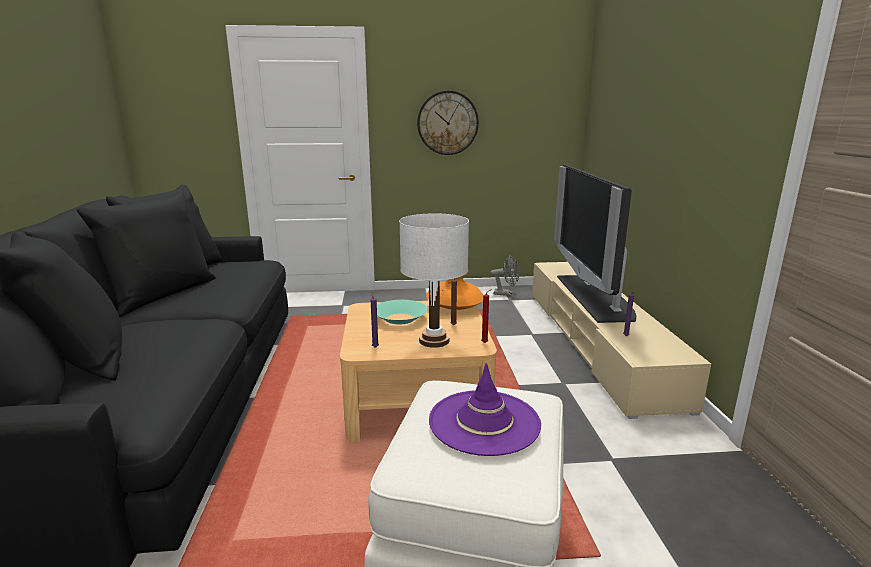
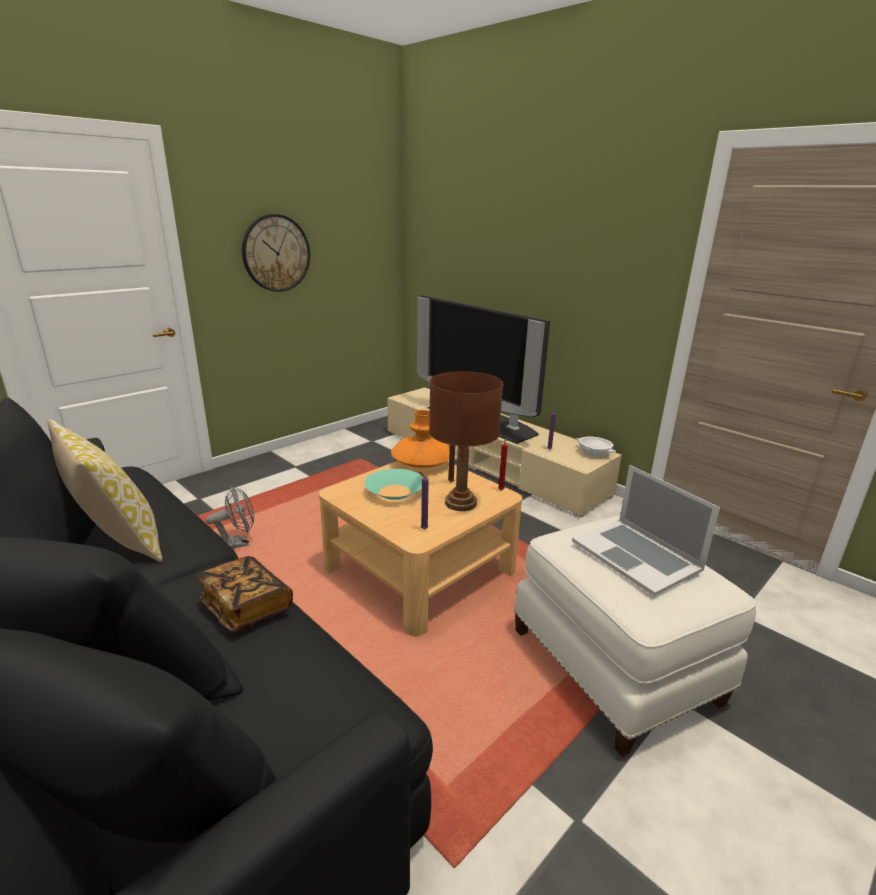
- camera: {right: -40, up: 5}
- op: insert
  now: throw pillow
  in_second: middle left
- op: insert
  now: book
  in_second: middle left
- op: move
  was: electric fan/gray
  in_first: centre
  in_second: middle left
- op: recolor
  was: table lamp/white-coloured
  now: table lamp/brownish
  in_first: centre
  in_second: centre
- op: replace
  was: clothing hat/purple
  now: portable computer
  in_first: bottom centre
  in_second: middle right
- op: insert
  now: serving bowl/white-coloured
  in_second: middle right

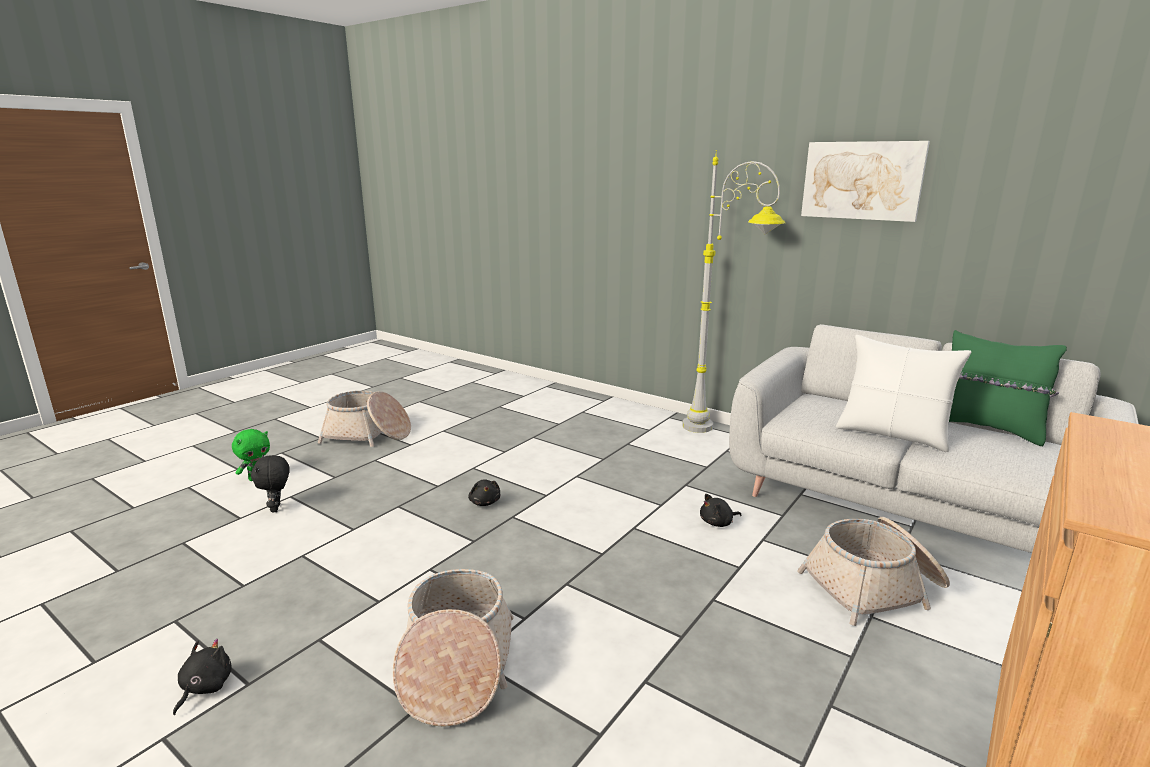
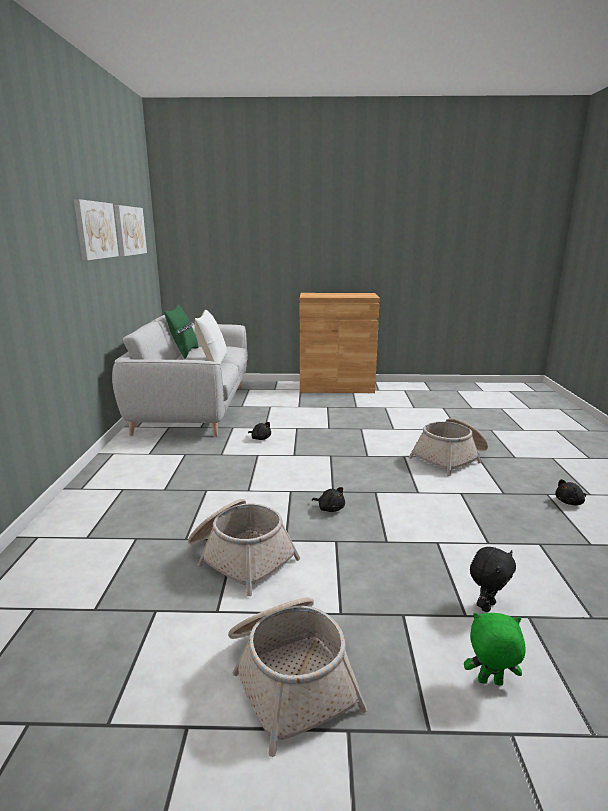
- camera: {right: -125, up: 0}
- op: insert
  now: wall picture (2nd from left)
  in_second: top left
- op: move
  was: storage basket (3rd from left in the first image)
  now: storage basket (1st from left)
  in_first: bottom right
  in_second: bottom centre
- op: rotate
  was: soft toy/blackish (3rd from left in the first image)
  in_first: centre
  in_second: centre
  clockwise: 90
- op: delete
  was: floor lamp/gray
  in_first: centre

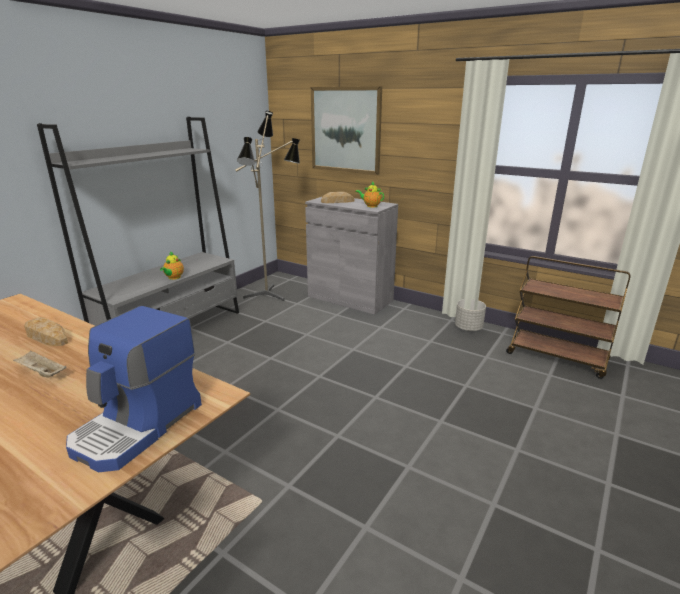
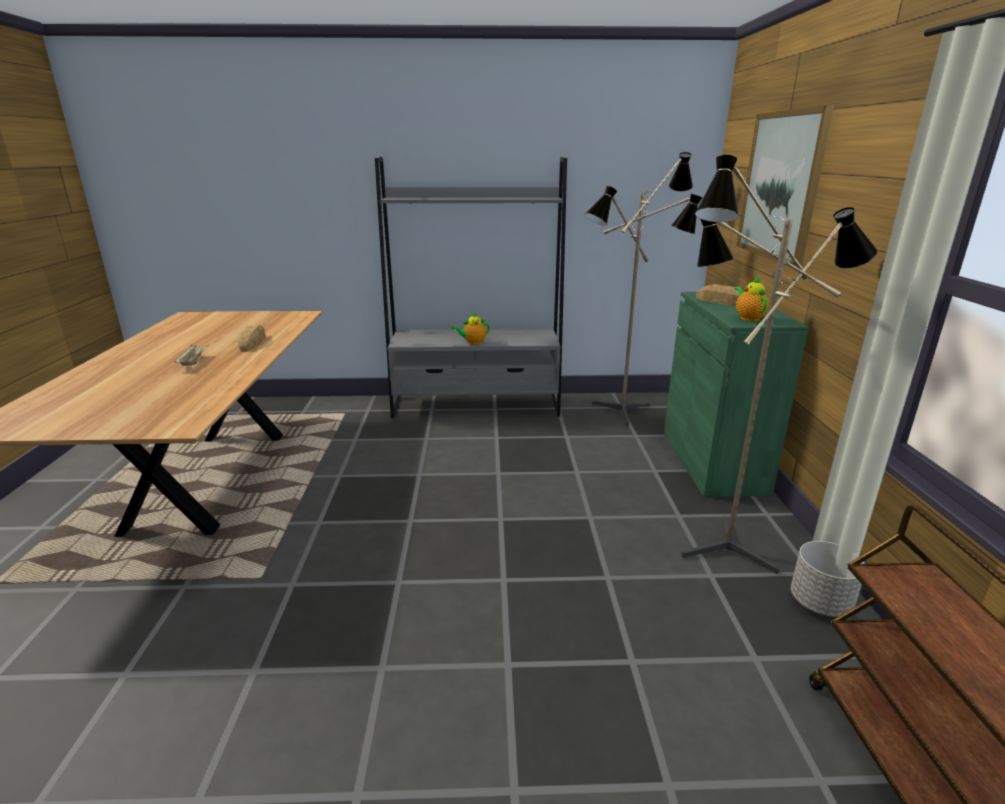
- camera: {right: 55, up: 0}
- op: recolor
  was: cabinet/gray
  now: cabinet/greenish
  in_first: centre
  in_second: middle right
- op: insert
  now: floor lamp (2nd from left)
  in_second: middle right
- op: delete
  was: coffee brewer
  in_first: middle left

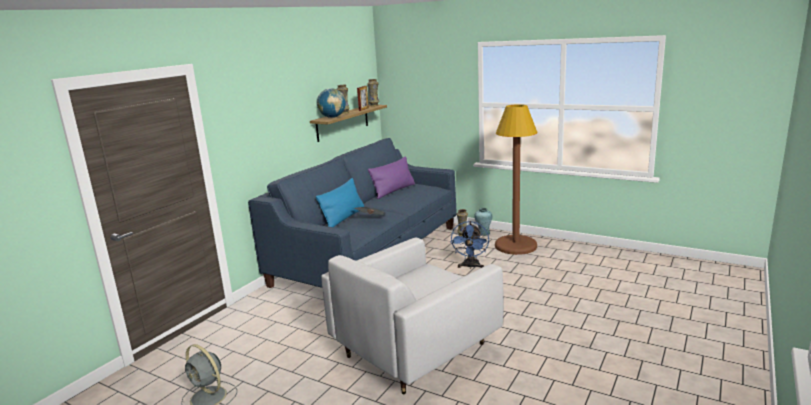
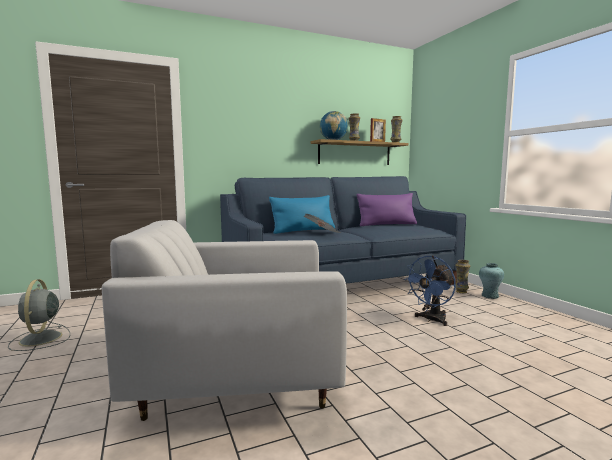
- camera: {right: 35, up: -10}
- op: delete
  was: floor lamp/brownish
  in_first: centre

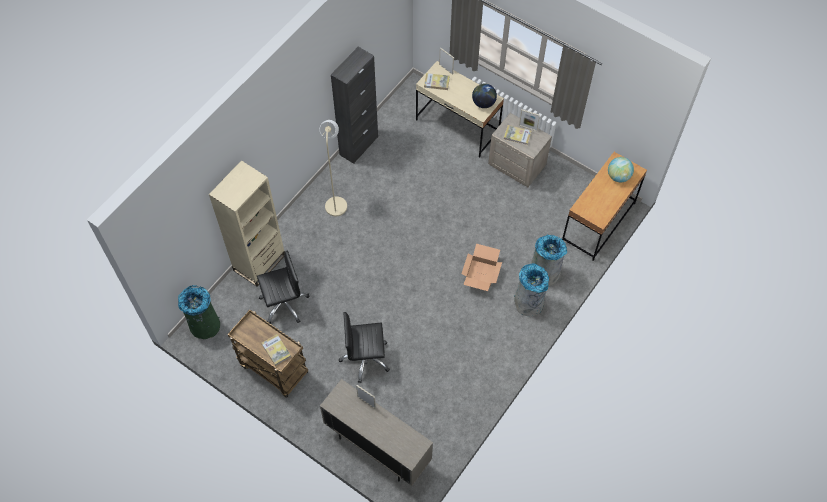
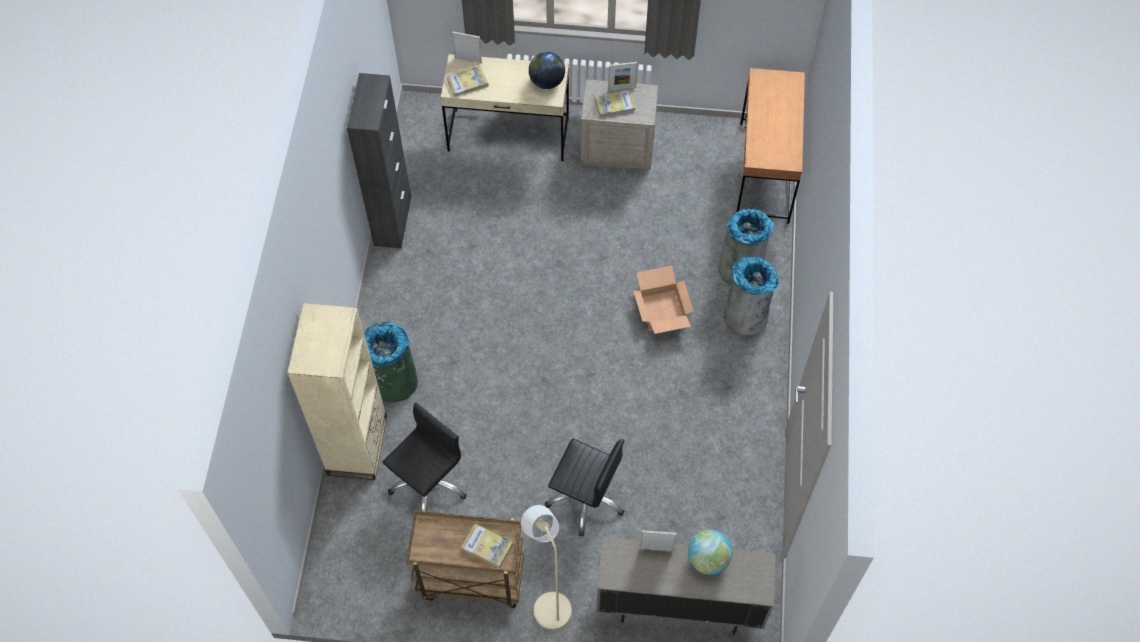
- camera: {right: -30, up: 0}
- op: move
  was: trash can/greenish
  in_first: middle left
  in_second: centre
- op: move
  was: floor lamp/beige-coloured
  in_first: centre
  in_second: bottom centre
- op: rotate
  was: office chair/blackish (2nd from left)
  in_first: bottom centre
  in_second: bottom centre
  clockwise: -120
- op: move
  was: world globe (2nd from left)
  in_first: middle right
  in_second: bottom centre

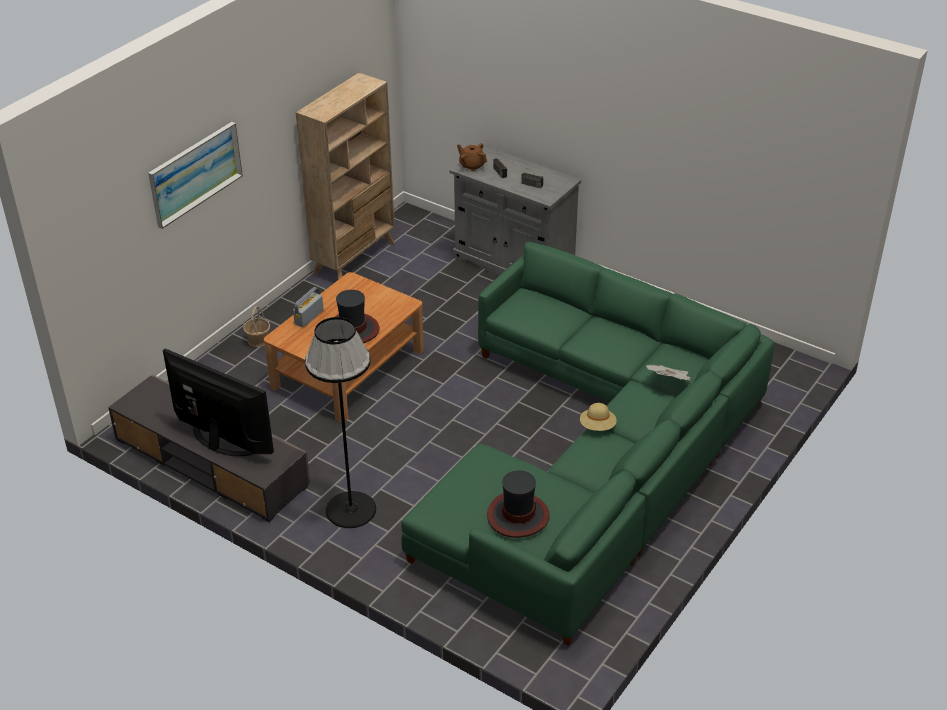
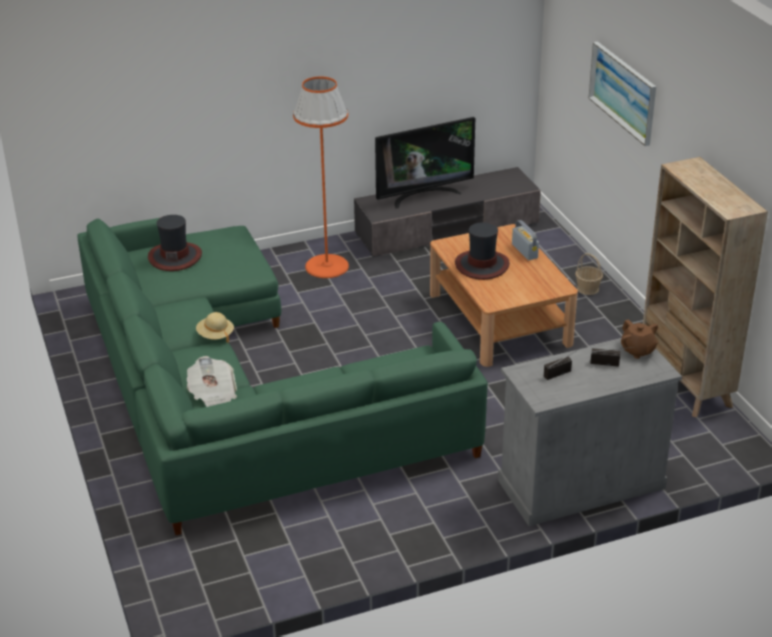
- camera: {right: 125, up: -5}
- op: recolor
  was: floor lamp/blackish
  now: floor lamp/orange
  in_first: centre
  in_second: top centre
- op: rotate
  was: teapot/brownish
  in_first: top centre
  in_second: middle right
  clockwise: 75

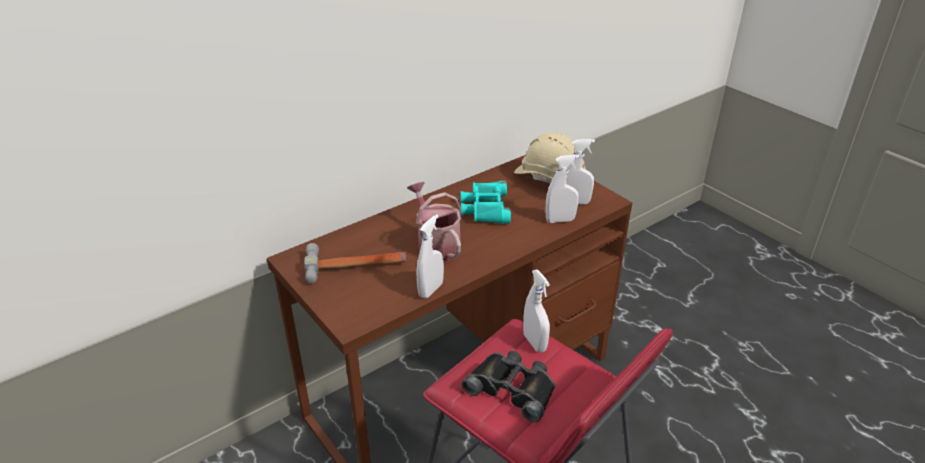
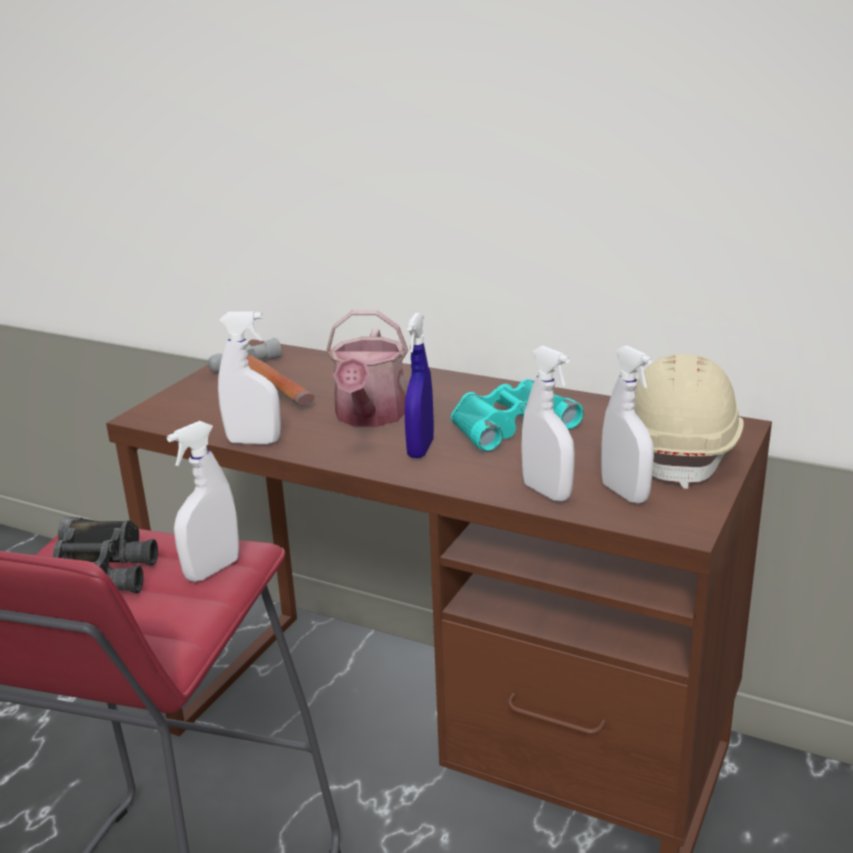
- camera: {right: 65, up: -10}
- op: rotate
  was: watering pot
  in_first: centre
  in_second: centre
  clockwise: 150
- op: insert
  now: hand sprayer/blue
  in_second: centre

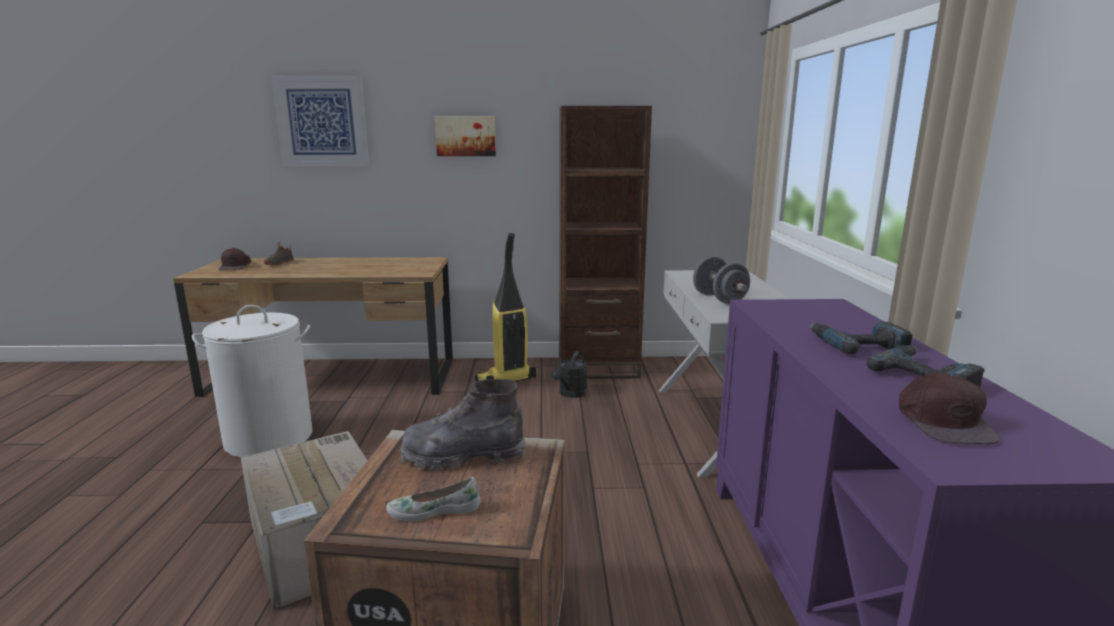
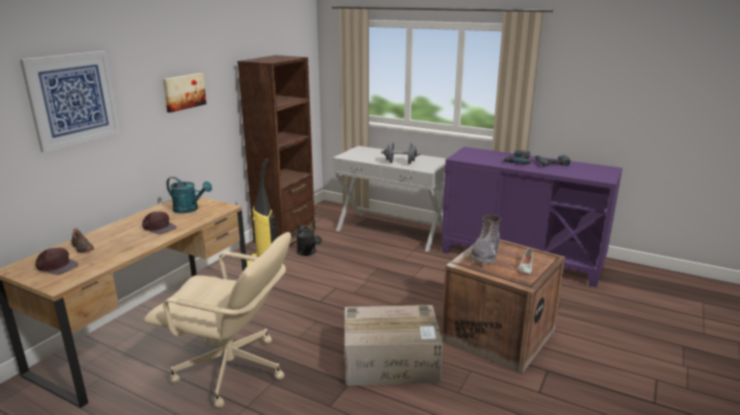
- camera: {right: -60, up: 5}
- op: move
  was: baseball cap/brownish (2nd from left)
  in_first: middle right
  in_second: middle left
- op: replace
  was: laundry basket/white-coloured
  now: office chair/beige-coloured
  in_first: middle left
  in_second: bottom left
- op: insert
  now: watering pot/turquoise
  in_second: middle left

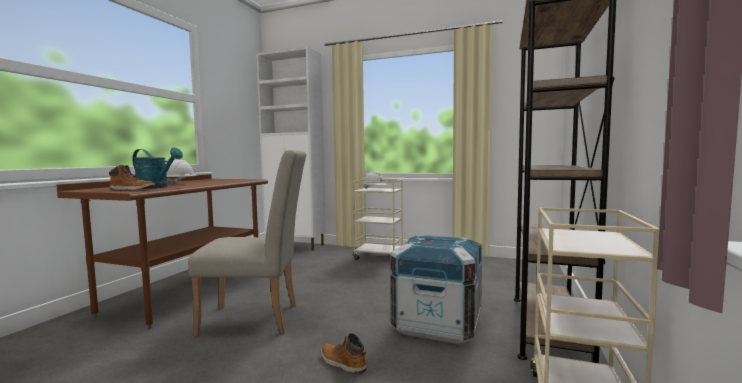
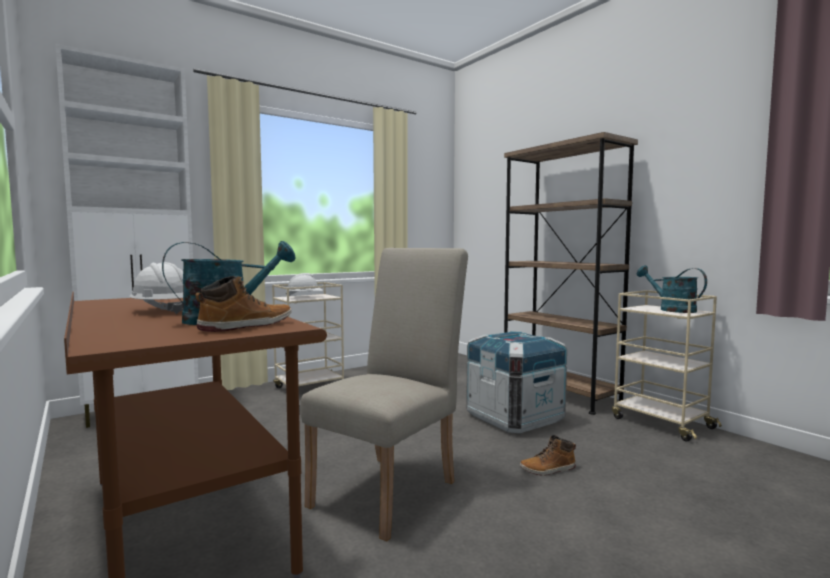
- camera: {right: -55, up: 0}
- op: insert
  now: watering pot/turquoise (2nd from left)
  in_second: middle right

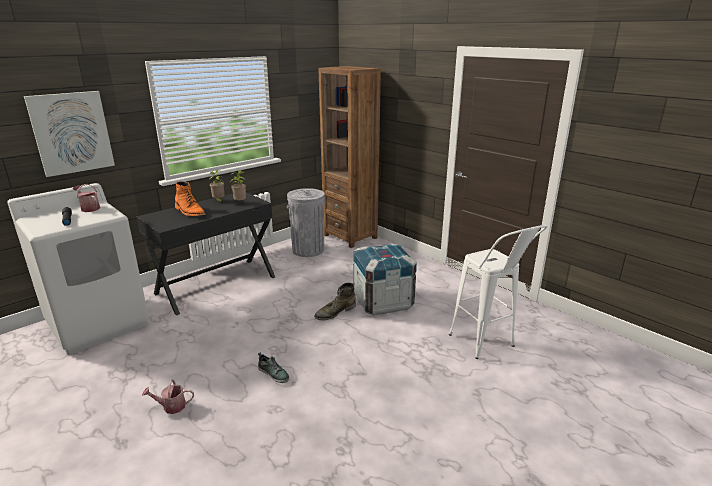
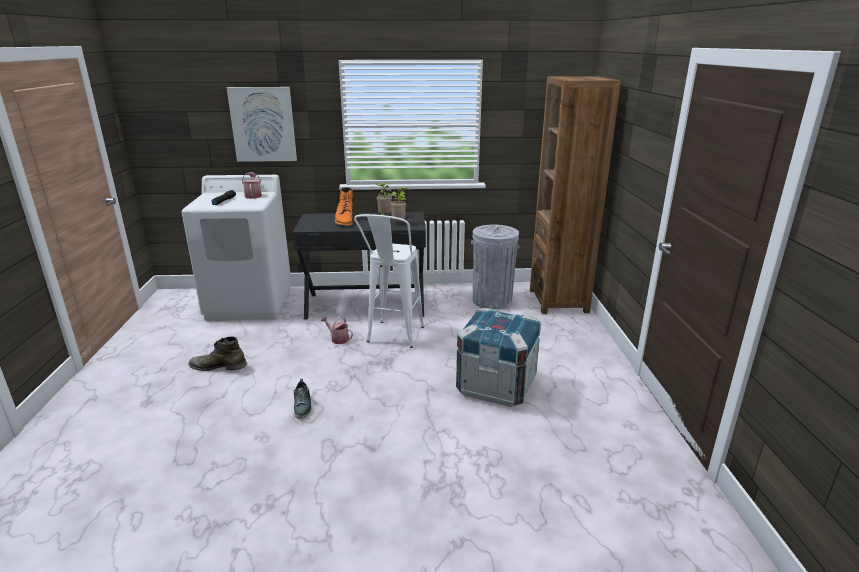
- camera: {right: 40, up: 0}
- op: move
  was: high-top boot/greenish
  in_first: centre
  in_second: middle left
- op: move
  was: watering pot (2nd from left)
  in_first: bottom left
  in_second: centre
- op: move
  was: stool/white-coloured
  in_first: middle right
  in_second: centre

